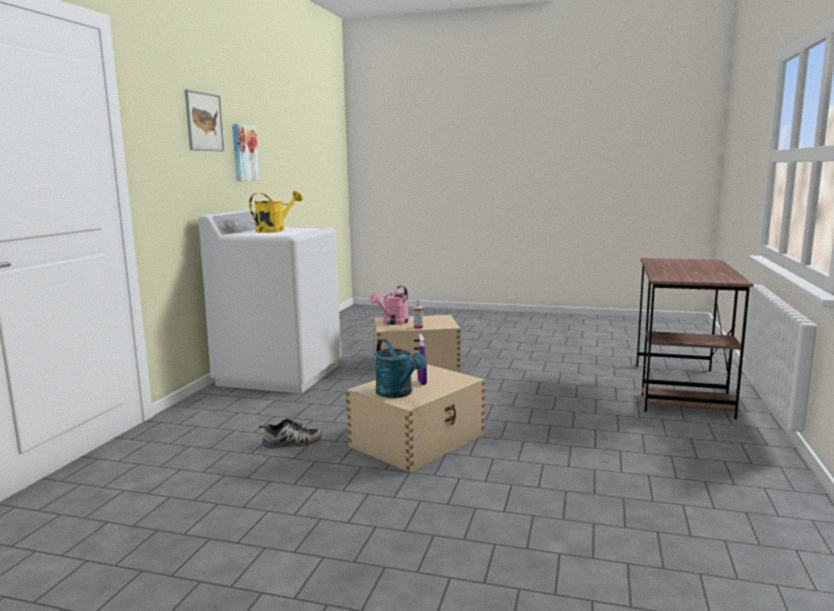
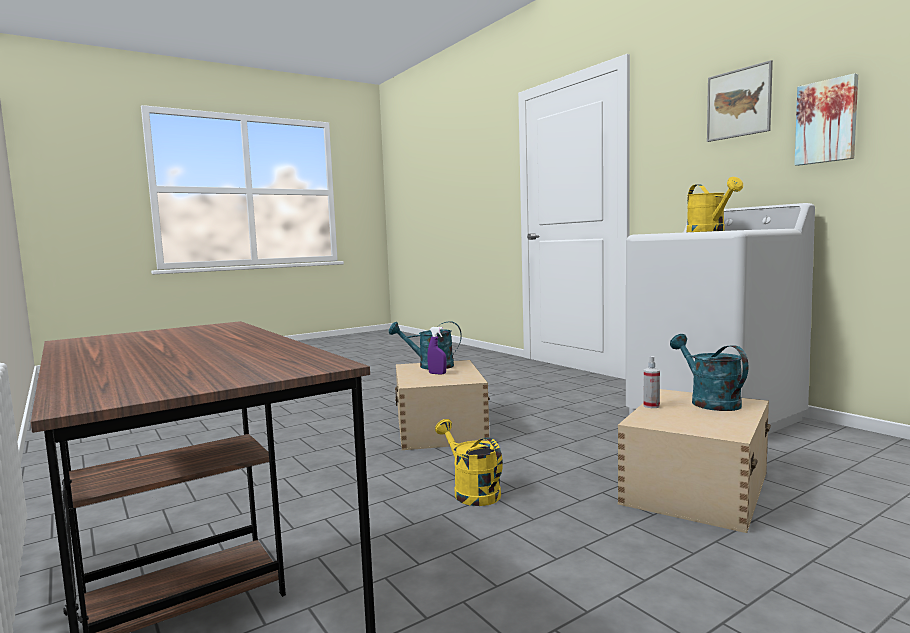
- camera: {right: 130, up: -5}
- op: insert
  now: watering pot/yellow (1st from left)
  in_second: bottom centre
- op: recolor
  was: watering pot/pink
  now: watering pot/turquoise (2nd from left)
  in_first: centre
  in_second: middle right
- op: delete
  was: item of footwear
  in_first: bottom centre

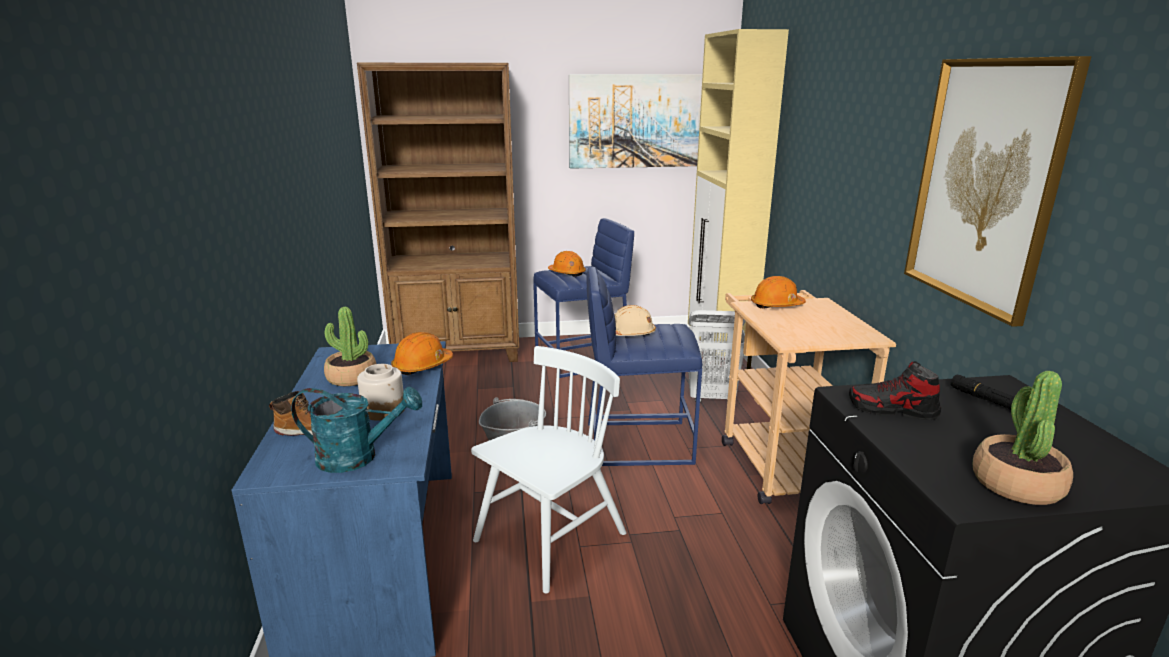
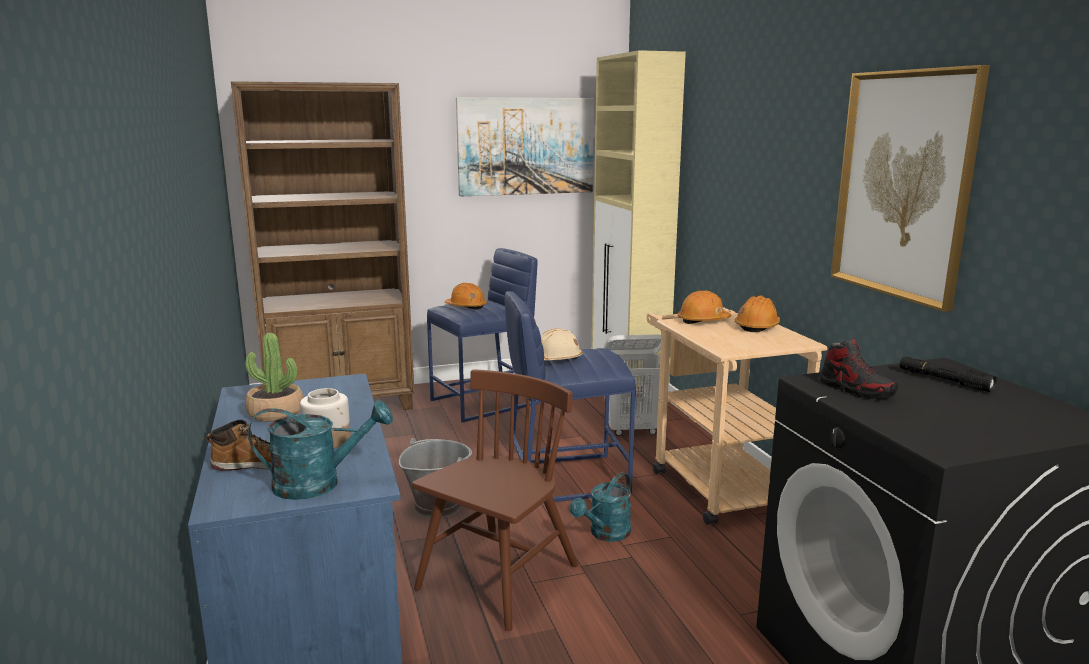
- camera: {right: -10, up: -5}
- op: recolor
  was: upright chair/white-coloured
  now: upright chair/brownish
  in_first: bottom centre
  in_second: bottom centre
- op: insert
  now: watering pot/turquoise (2nd from left)
  in_second: bottom centre
- op: move
  was: work helmet/orange (1st from left in the first image)
  now: work helmet/orange (3rd from left)
  in_first: centre
  in_second: middle right
- op: rotate
  was: item of footwear
  in_first: middle right
  in_second: middle right
  clockwise: -135
- op: delete
  was: potted plant (2nd from left)
  in_first: bottom right

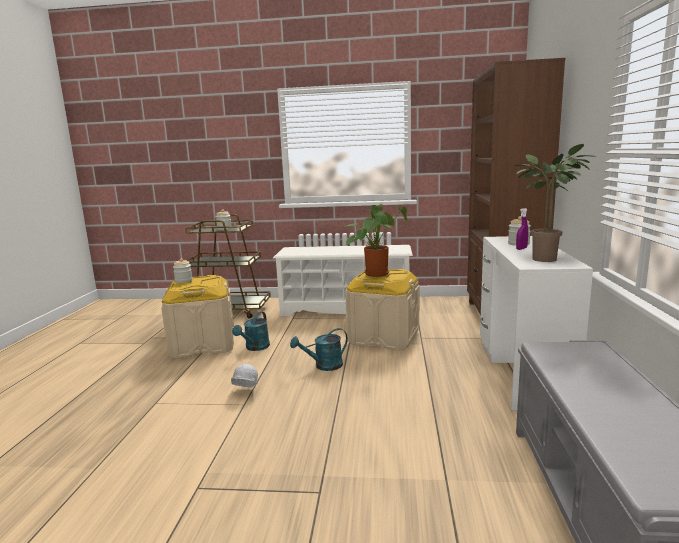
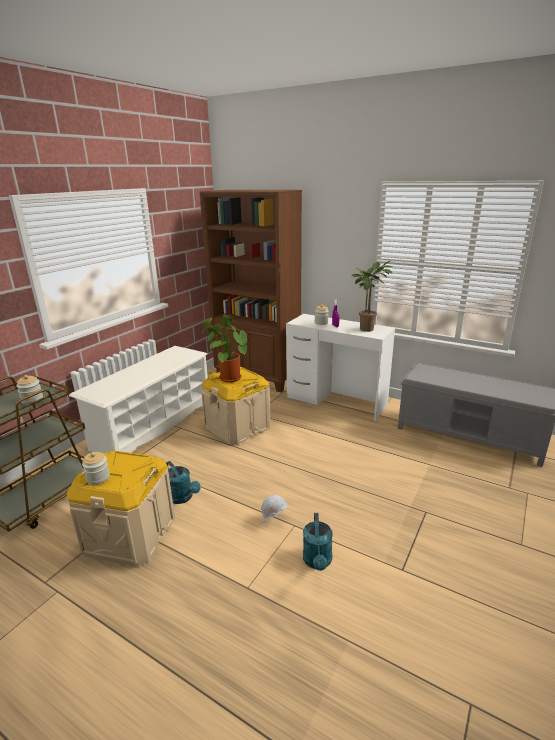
- camera: {right: -65, up: 10}
- op: move
  was: watering pot/turquoise (2nd from left)
  in_first: centre
  in_second: bottom centre

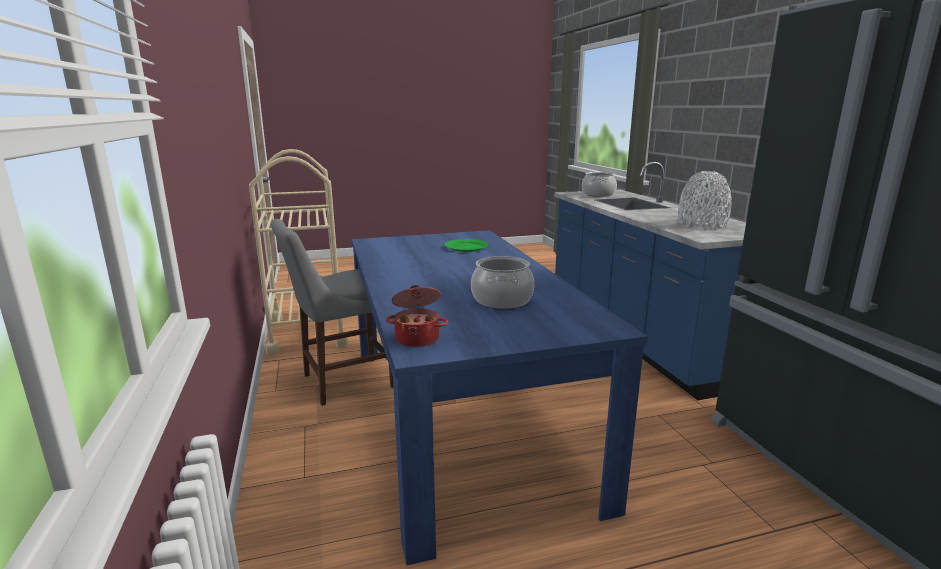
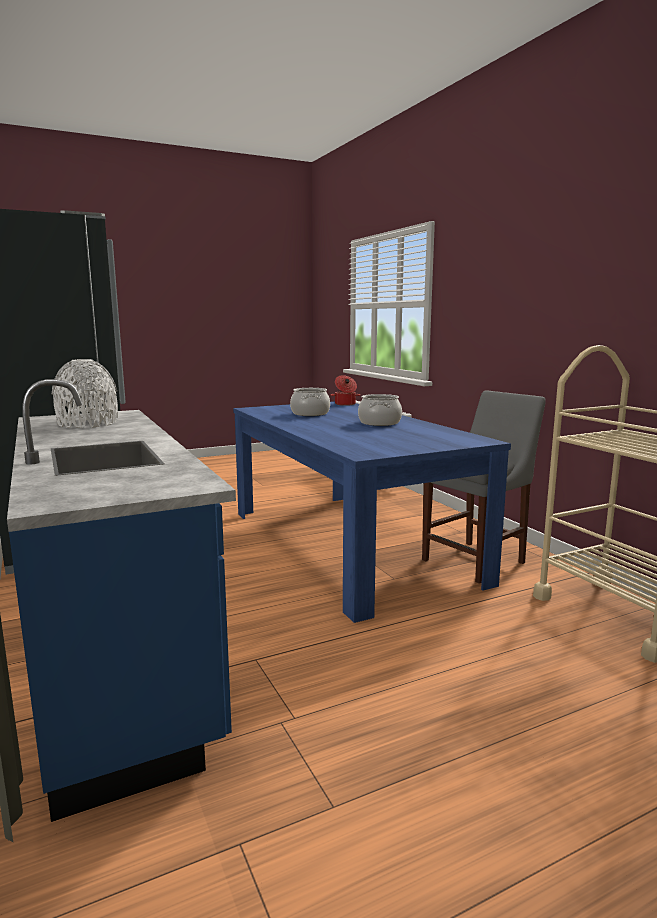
- camera: {right: 170, up: -5}
- op: move
  was: stockpot (3rd from left)
  in_first: top centre
  in_second: centre
- op: delete
  was: dinner plate/greenish
  in_first: centre

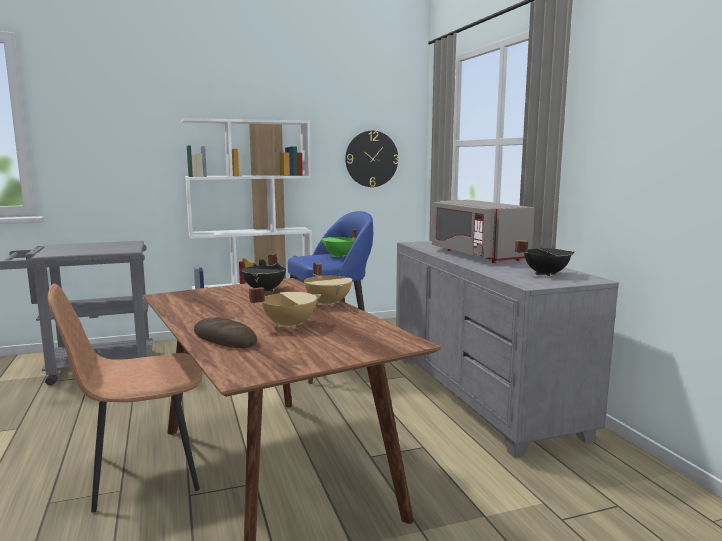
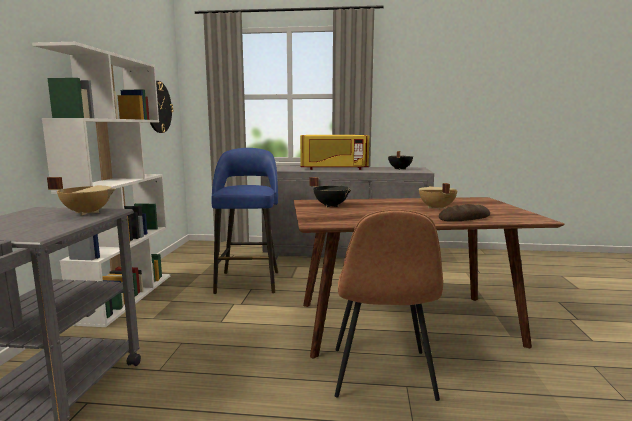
- camera: {right: -65, up: 0}
- op: move
  was: stockpot/beige-coloured (2nd from left in the first image)
  now: stockpot/beige-coloured (1st from left)
  in_first: centre
  in_second: middle left
- op: recolor
  was: microwave oven/gray
  now: microwave oven/yellow
  in_first: middle right
  in_second: centre
- op: delete
  was: stockpot/greenish
  in_first: centre

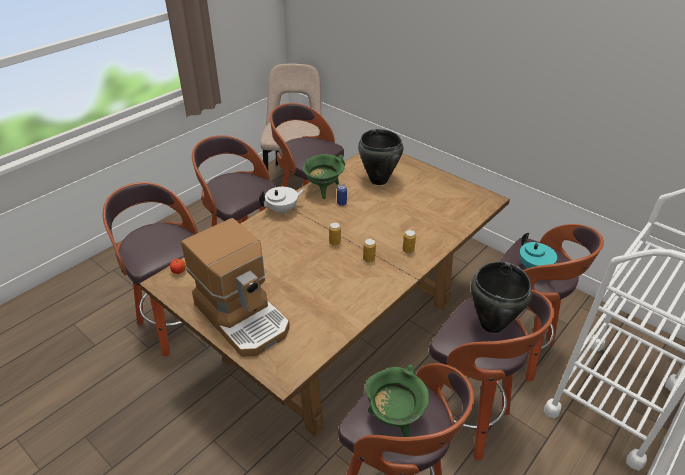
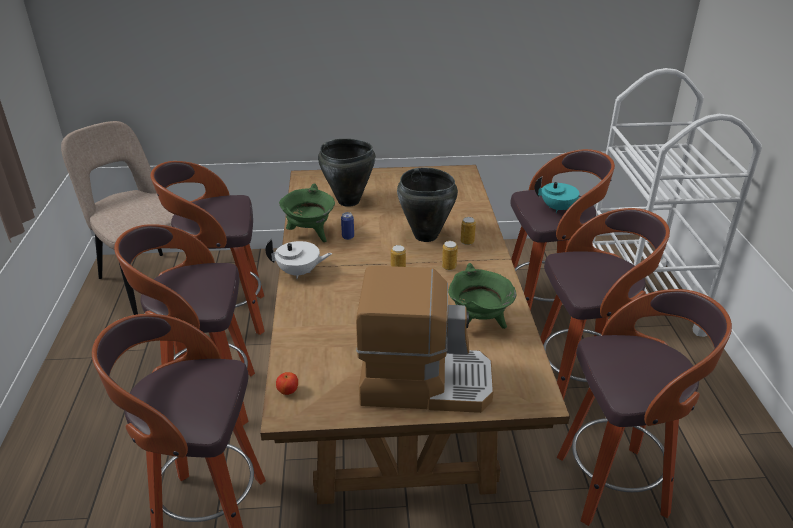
- camera: {right: -45, up: -5}
- op: rotate
  was: teapot/white-coloured
  in_first: centre
  in_second: centre
  clockwise: 75
- op: move
  was: stockpot/blackish (2nd from left)
  in_first: middle right
  in_second: centre
- op: move
  was: stockpot/greenish (2nd from left)
  in_first: bottom centre
  in_second: centre

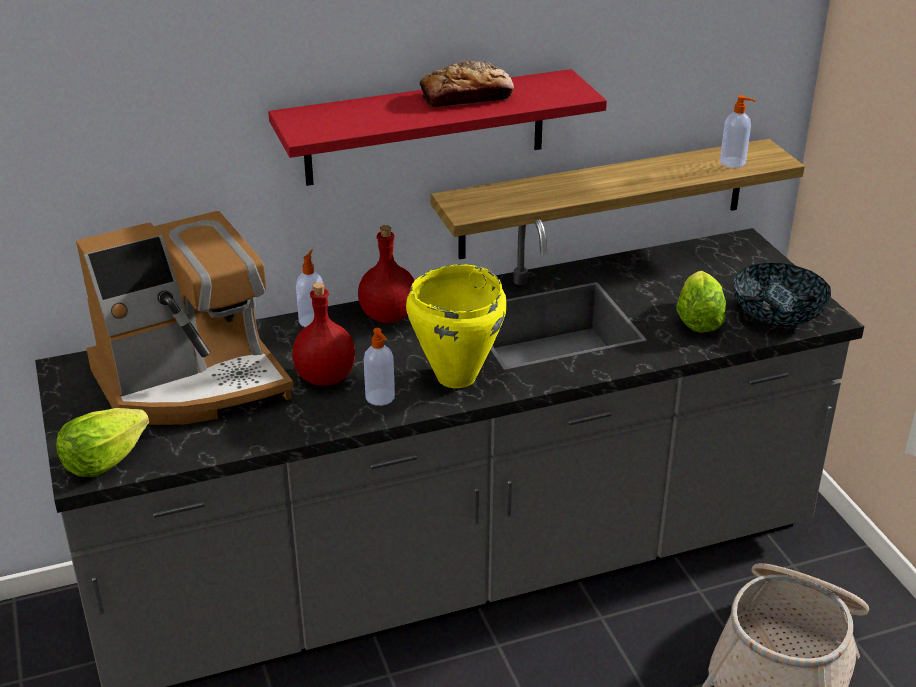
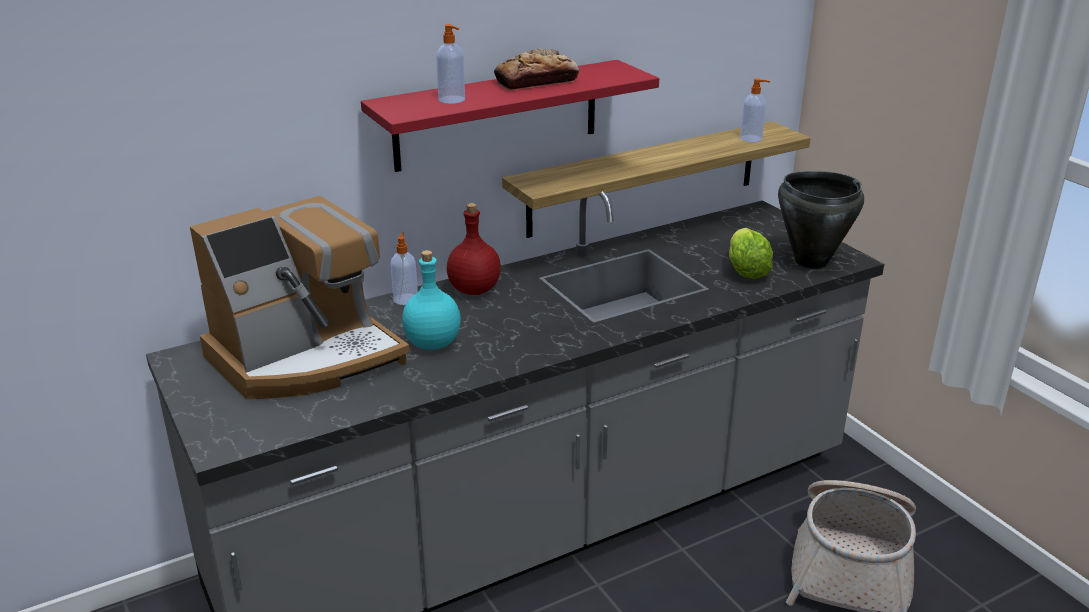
- camera: {right: -10, up: -5}
- op: recolor
  was: drink bottle/reddish (1st from left)
  now: drink bottle/turquoise
  in_first: centre
  in_second: centre
- op: move
  was: liquid soap bottle (2nd from left)
  in_first: centre
  in_second: top centre
- op: replace
  was: serving bowl
  now: stockpot/blackish
  in_first: middle right
  in_second: middle right
- op: delete
  was: lettuce (1st from left)
  in_first: middle left
- op: delete
  was: stockpot/yellow
  in_first: centre

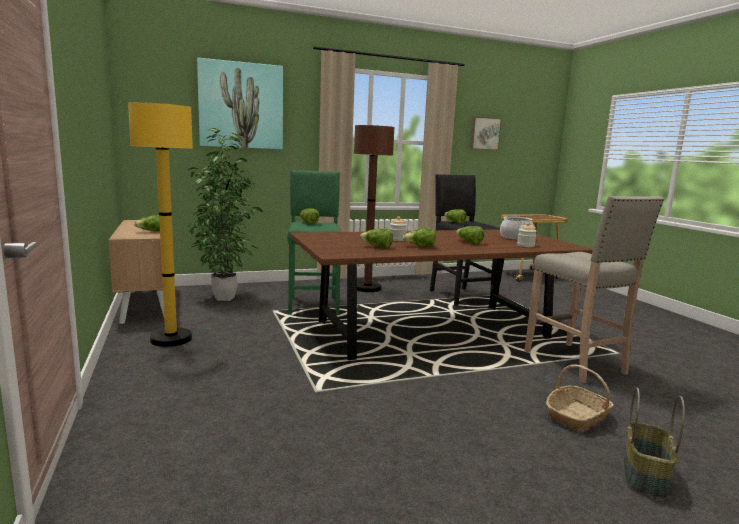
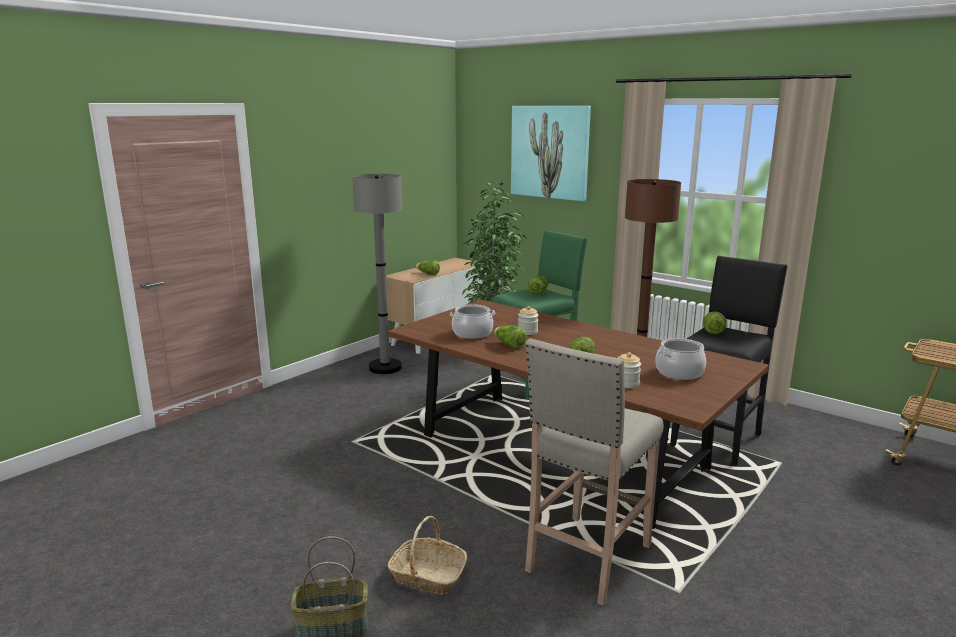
- camera: {right: 60, up: 5}
- op: recolor
  was: floor lamp/yellow
  now: floor lamp/gray
  in_first: middle left
  in_second: centre
- op: replace
  was: lettuce (3rd from left)
  now: stockpot (1st from left)
  in_first: centre
  in_second: centre
- op: delete
  was: wall picture (2nd from left)
  in_first: top centre

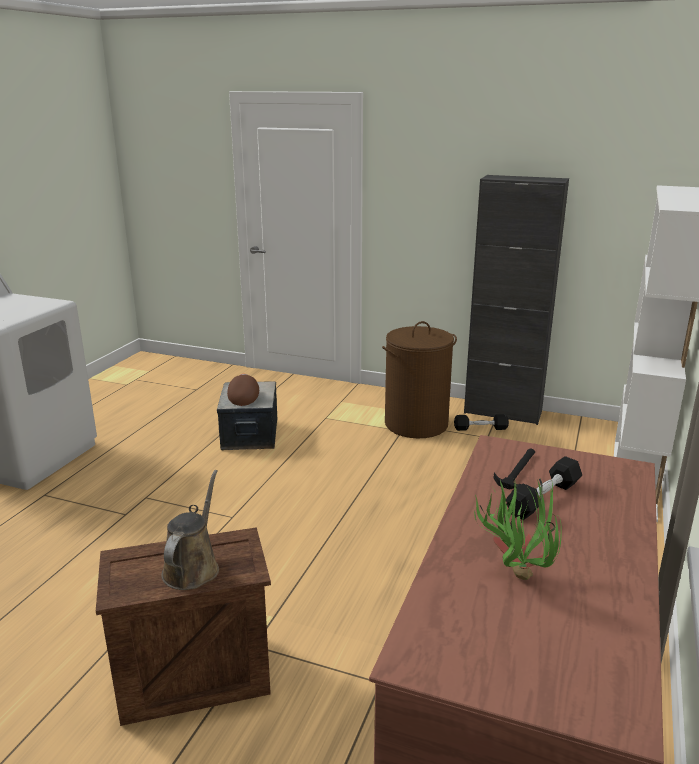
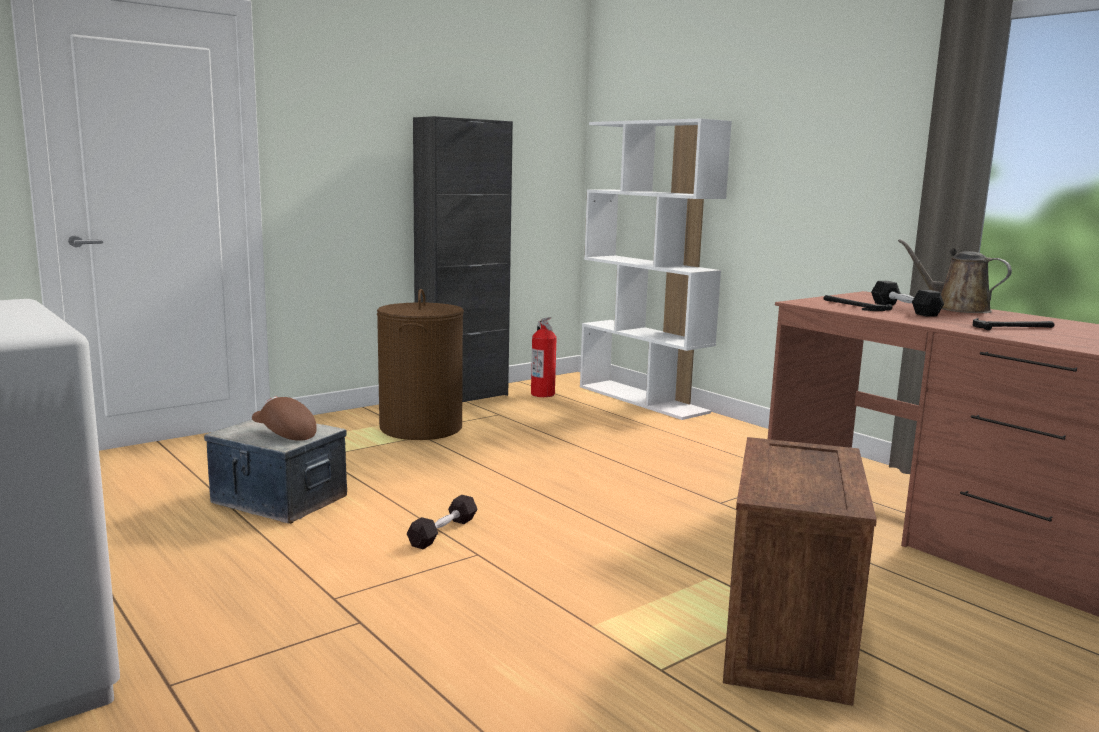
- camera: {right: -60, up: -10}
- op: move
  was: dumbbell/blackish (1st from left)
  in_first: middle right
  in_second: bottom centre
- op: insert
  now: extinguisher
  in_second: centre
- op: move
  was: watering pot/brownish
  in_first: bottom left
  in_second: middle right
- op: replace
  was: potted plant
  now: tool hammer (2nd from left)
  in_first: bottom right
  in_second: middle right

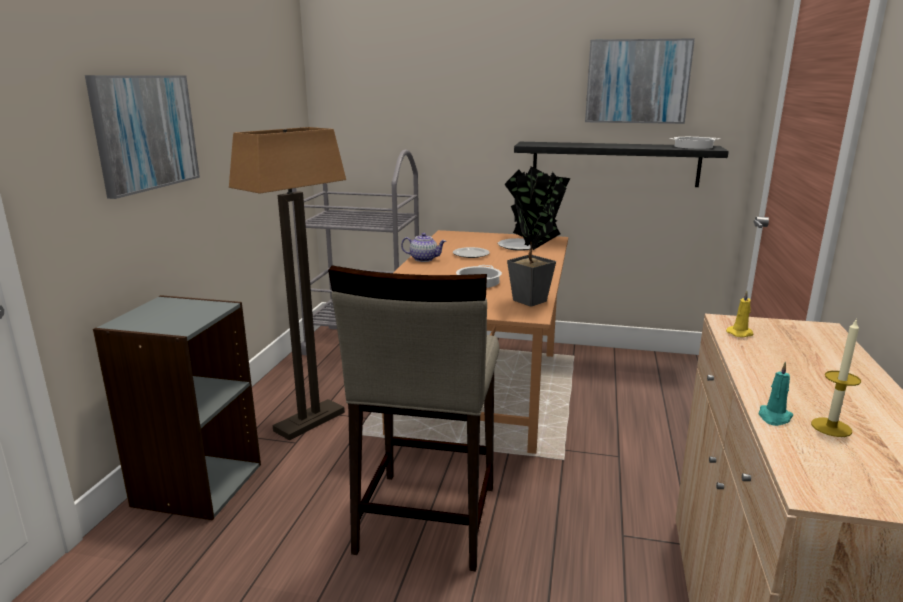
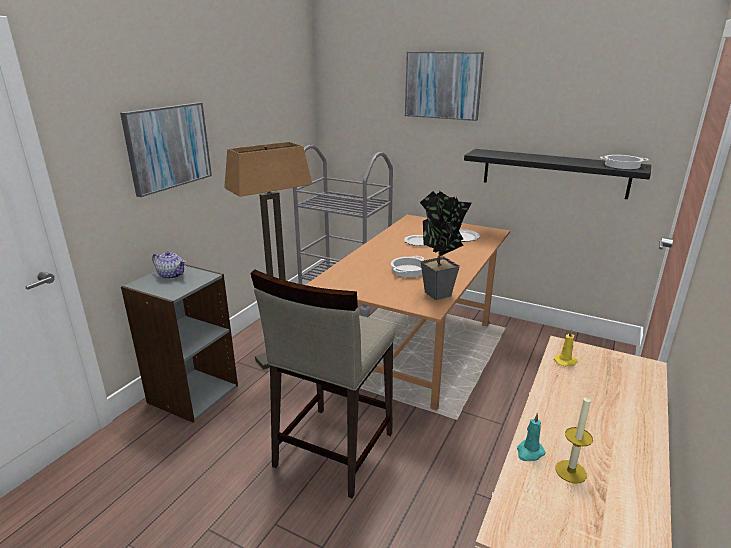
- camera: {right: 15, up: 5}
- op: move
  was: teapot
  in_first: centre
  in_second: middle left
- op: move
  was: wall picture (2nd from left)
  in_first: top right
  in_second: top centre

